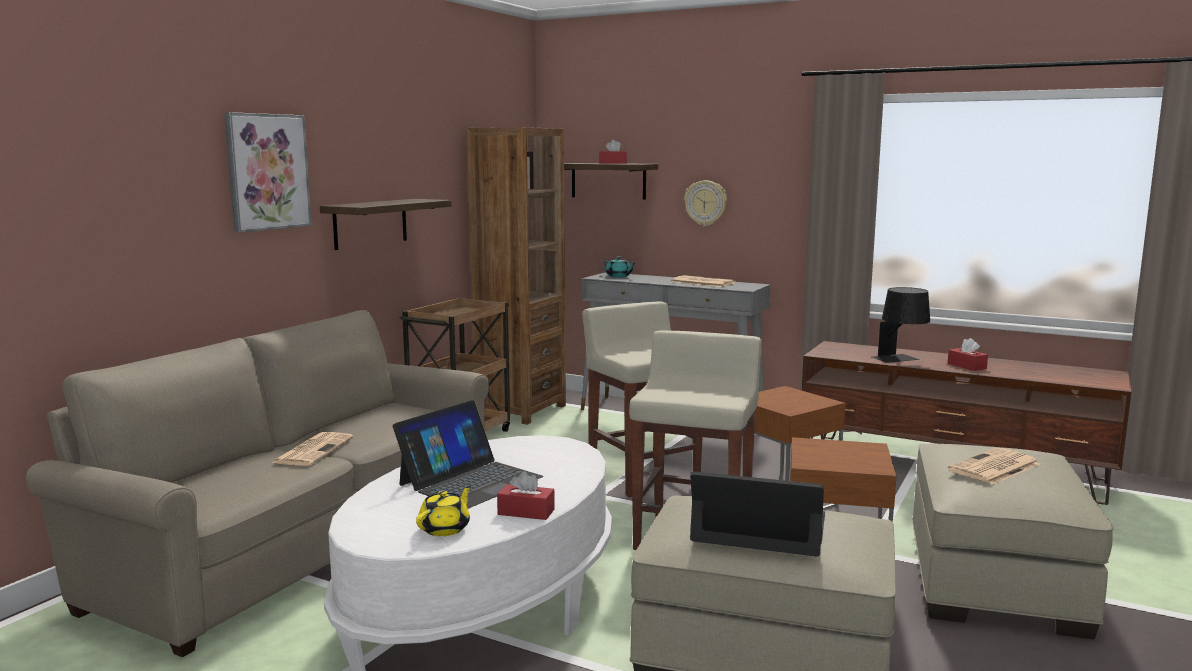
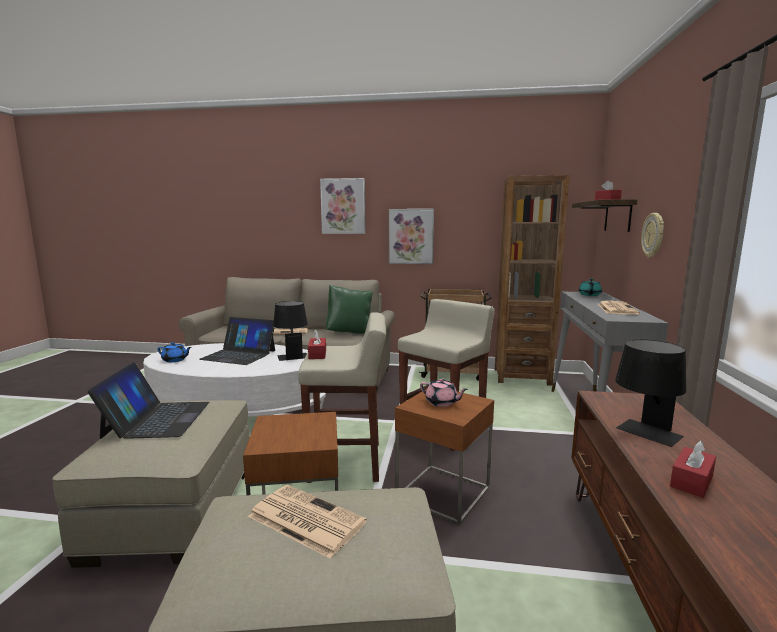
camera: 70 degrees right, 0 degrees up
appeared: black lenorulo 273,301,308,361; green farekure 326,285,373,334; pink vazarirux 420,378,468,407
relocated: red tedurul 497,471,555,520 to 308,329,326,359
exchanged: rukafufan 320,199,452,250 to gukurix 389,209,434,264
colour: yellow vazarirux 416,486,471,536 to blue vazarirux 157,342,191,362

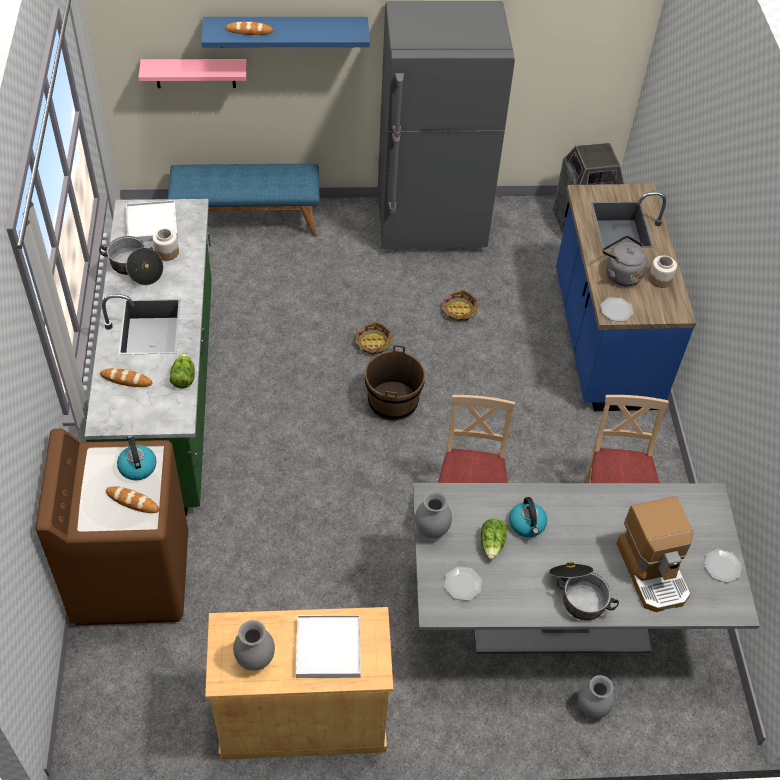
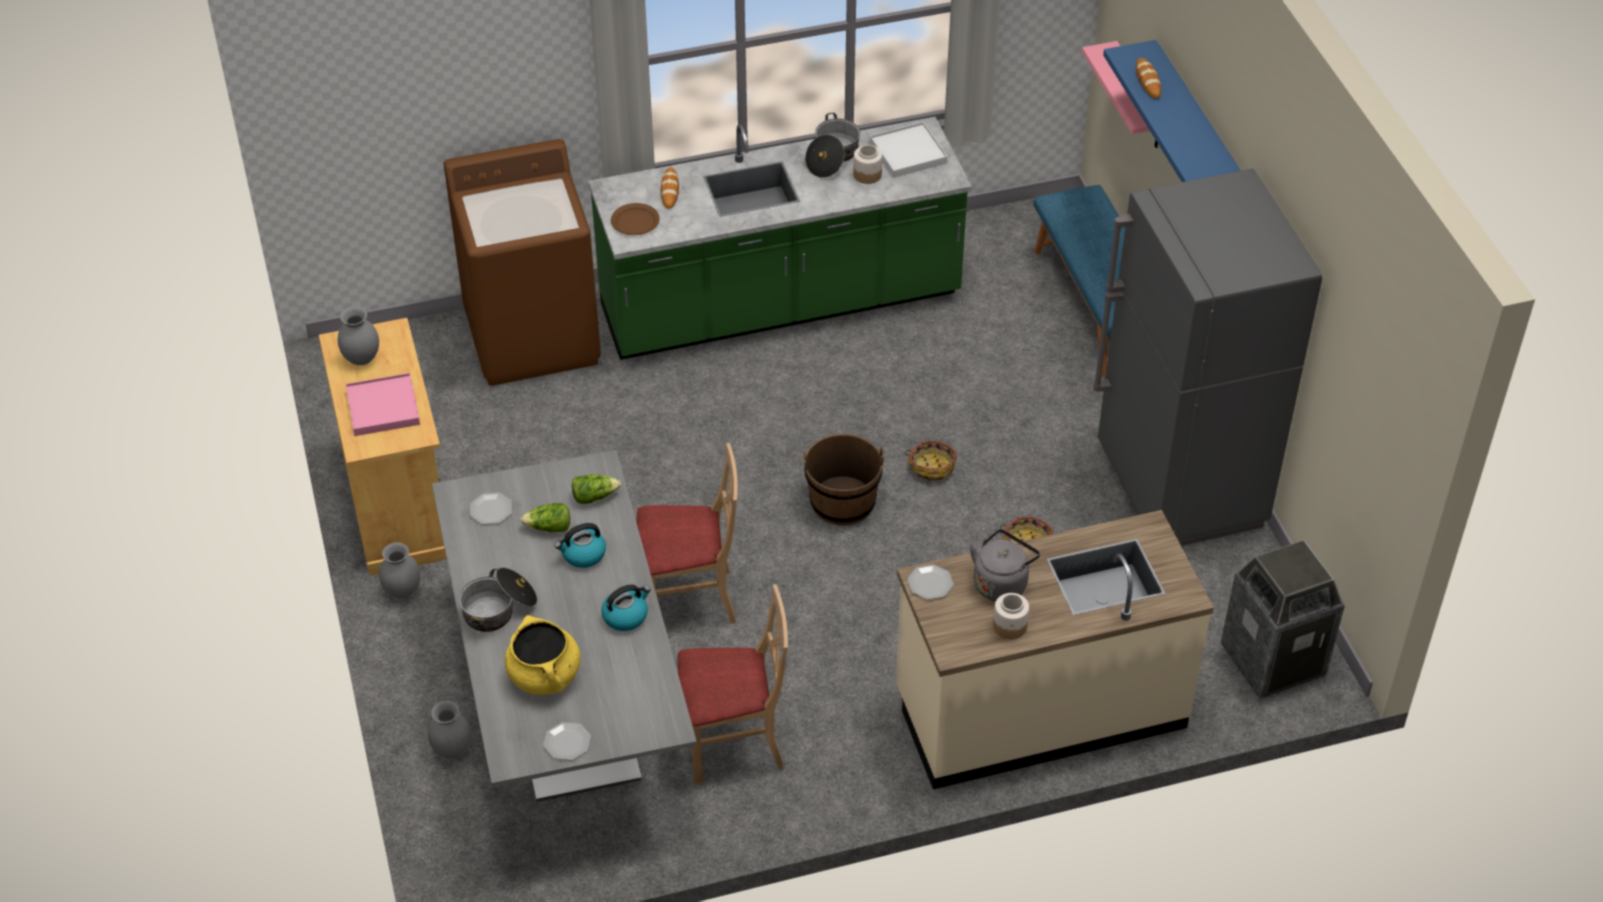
camera: 80 degrees right, 5 degrees down
missing: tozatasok 106,486,159,513
appeared: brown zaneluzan 611,203,660,235
relocated: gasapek 117,435,157,481 to 601,584,651,631; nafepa 170,353,195,388 to 572,474,621,504; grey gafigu 415,491,452,539 to 379,542,420,599
exchanged: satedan 616,496,694,612 to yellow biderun 505,615,581,695
colour: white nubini 296,615,361,678 to pink nubini 346,373,420,436; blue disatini 556,184,696,411 to beige disatini 896,510,1214,789

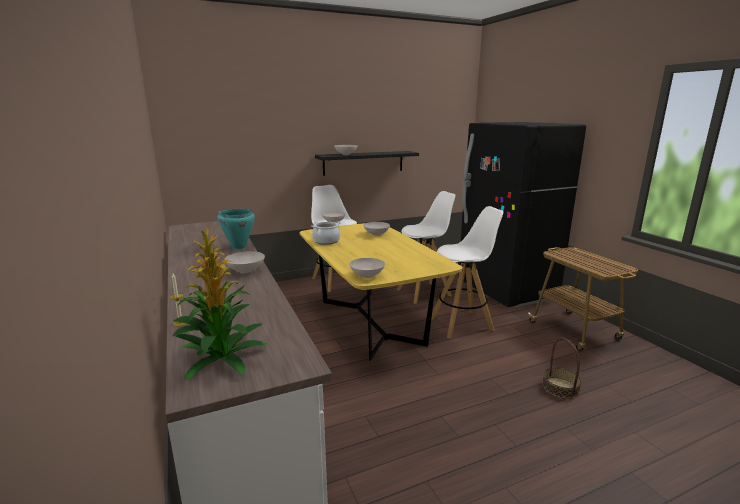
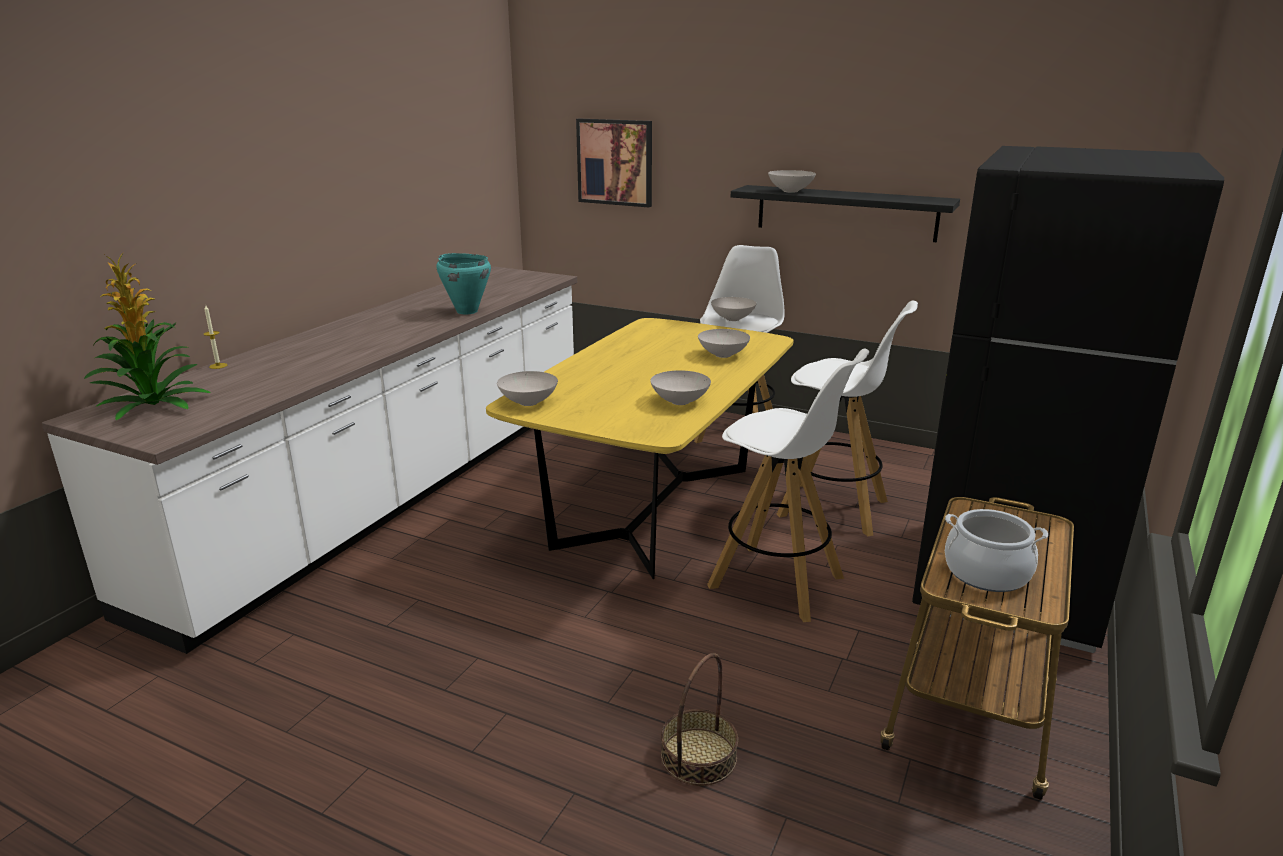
camera: 50 degrees right, 5 degrees up
appeared: gukurix 576,119,652,207
relocated: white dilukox 225,251,265,273 to 650,370,711,405; biderun 311,222,340,245 to 945,509,1048,592

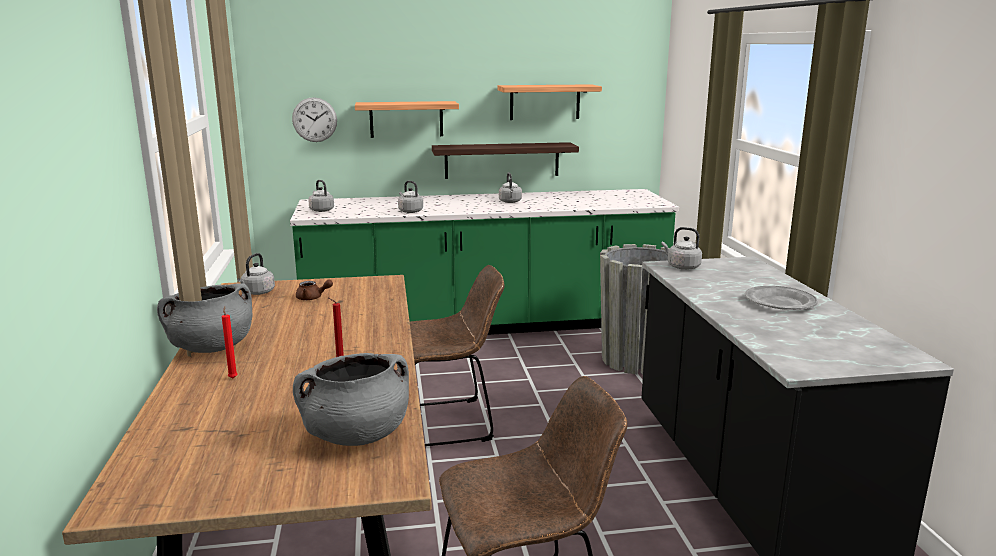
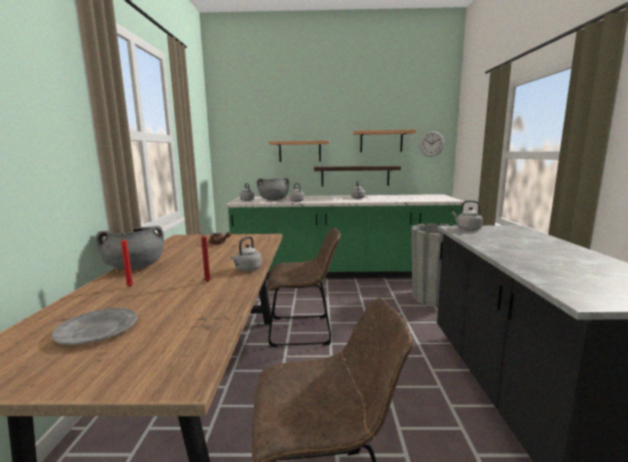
camera: 10 degrees right, 5 degrees down
relocated: grey gasapek 237,253,275,295 to 231,236,262,271; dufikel 292,97,337,142 to 419,131,444,157; grey biderun 293,353,409,446 to 257,178,289,200; grey zaneluzan 745,286,818,310 to 51,308,138,345

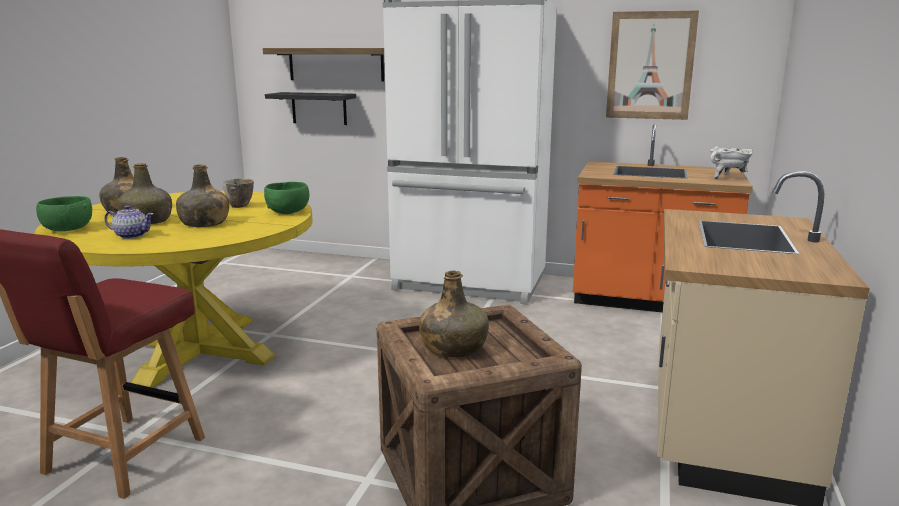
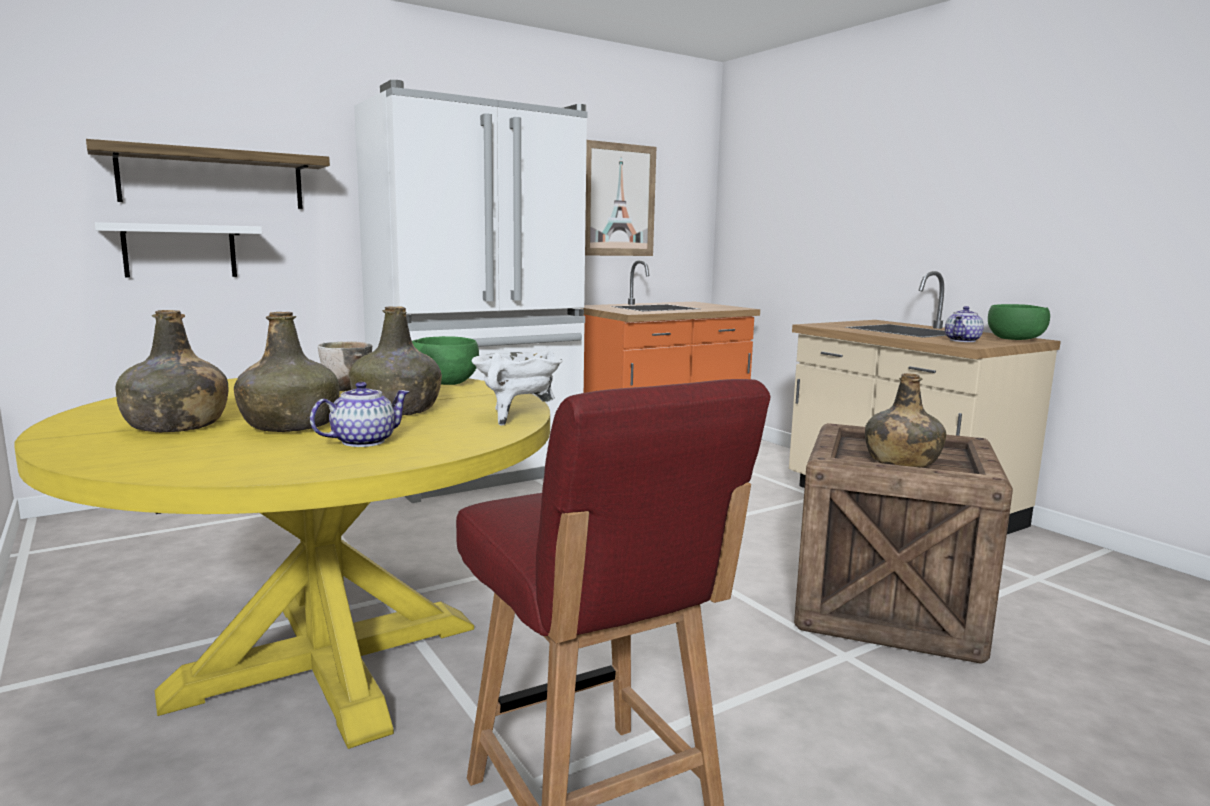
camera: 50 degrees left, 5 degrees down
appeared: vazarirux 945,306,984,342
relocated: green dilukox 36,196,92,231 to 988,304,1050,340; white biderun 710,147,753,180 to 472,351,562,426
colour: black rukafufan 265,92,356,125 to white rukafufan 95,222,262,278

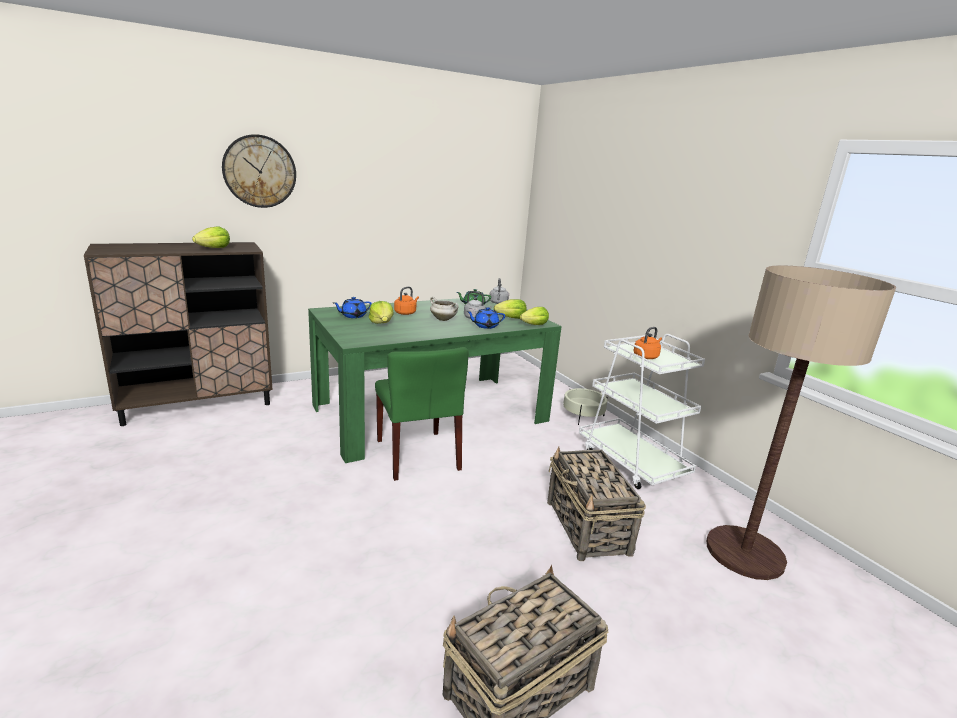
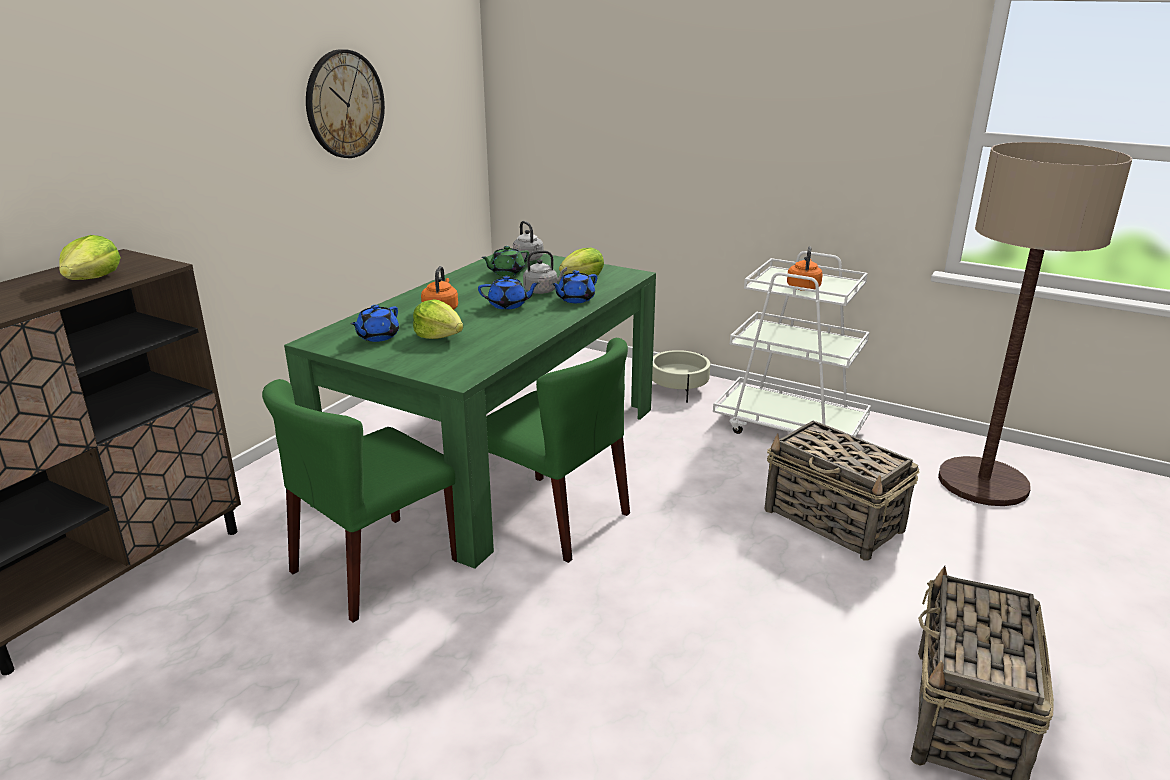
camera: 30 degrees left, 5 degrees up
missing: nafepa 520,307,549,325
appeared: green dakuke 262,379,457,623
relocated: dufikel 222,134,296,208 to 306,49,385,158
exchanged: white biderun 430,297,459,321 to blue vazarirux 478,276,539,309

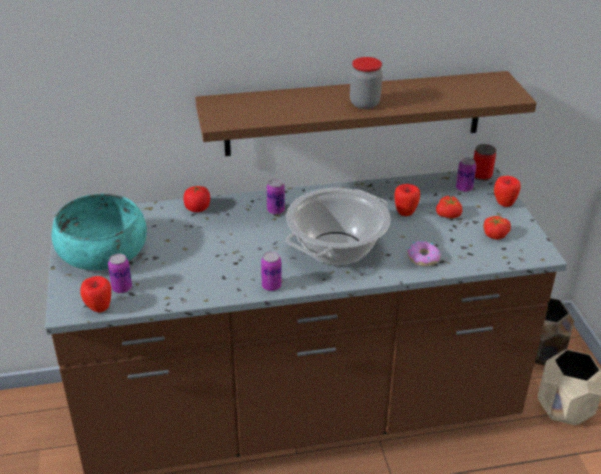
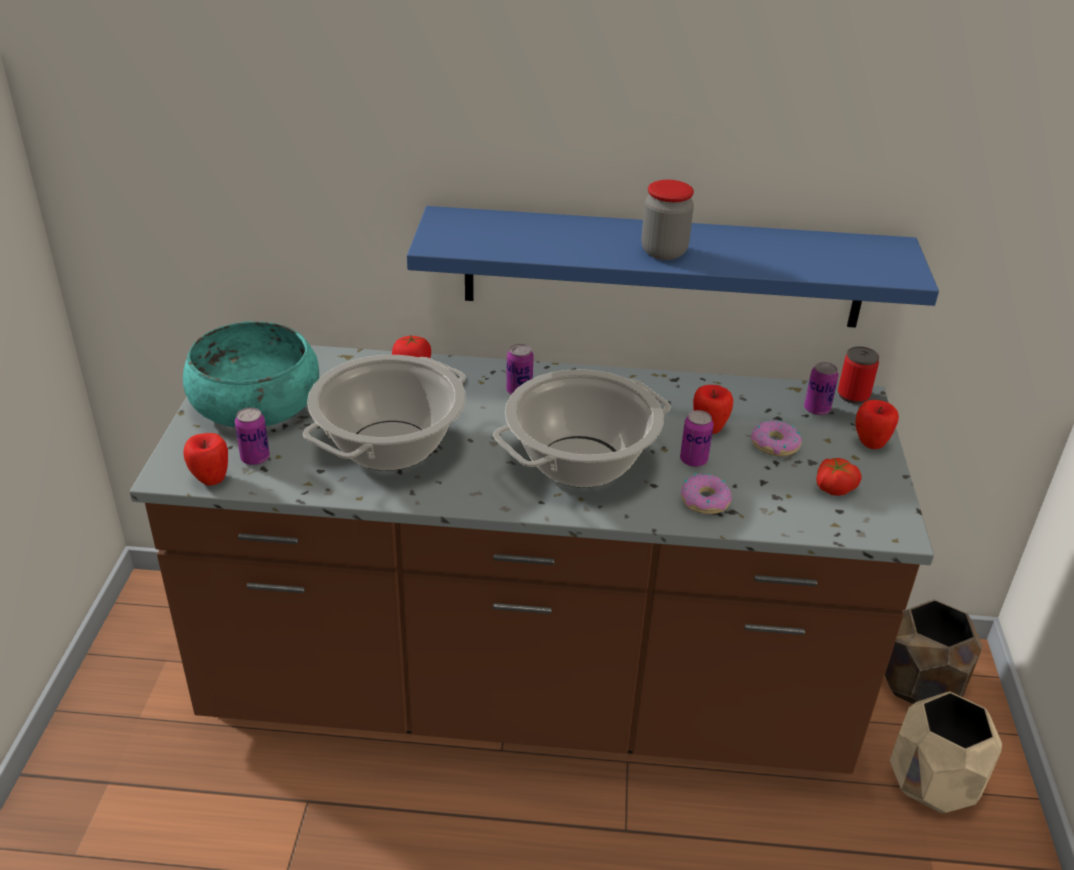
camera: 15 degrees right, 0 degrees up
appeared: biderun 303,355,466,471
relocated: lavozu 261,251,282,291 to 680,410,714,467
exchanged: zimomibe 436,196,462,218 to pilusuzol 751,420,802,457
colour: brown rukafufan 195,71,537,156 to blue rukafufan 407,206,939,328

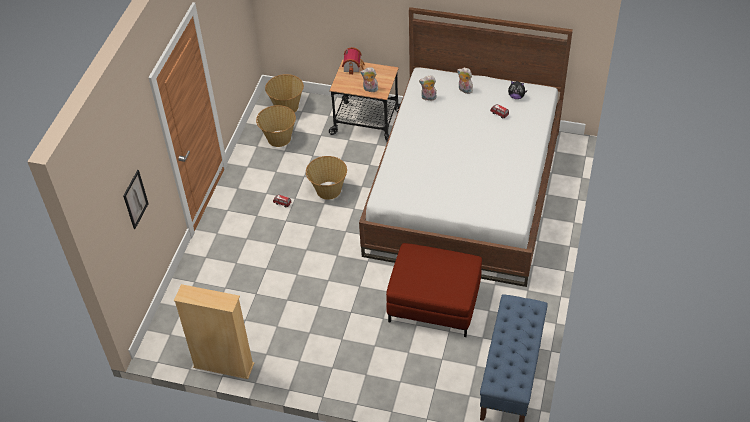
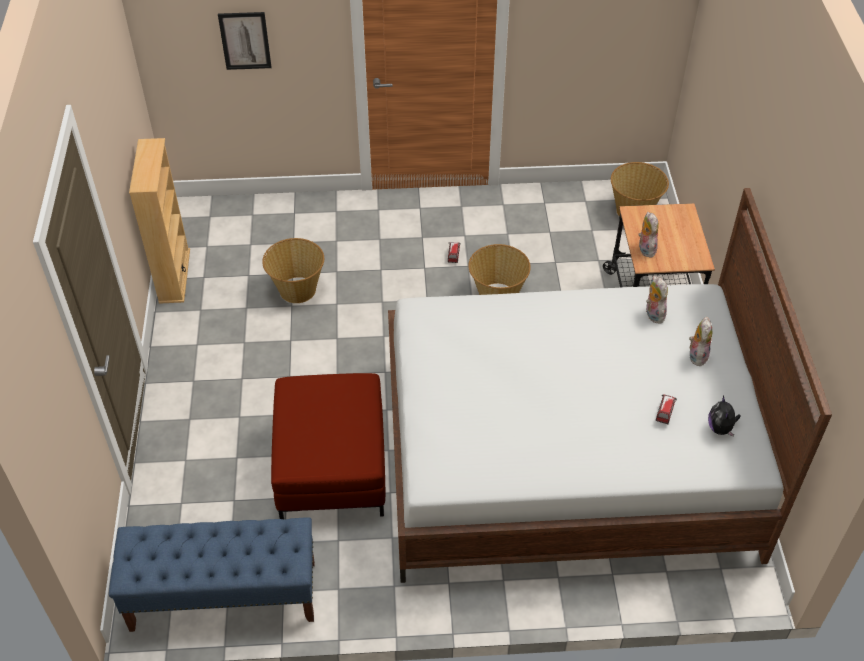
camera: 70 degrees right, 0 degrees up
missing: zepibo 342,47,365,75
relocated: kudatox 256,105,296,147 to 262,238,324,303

